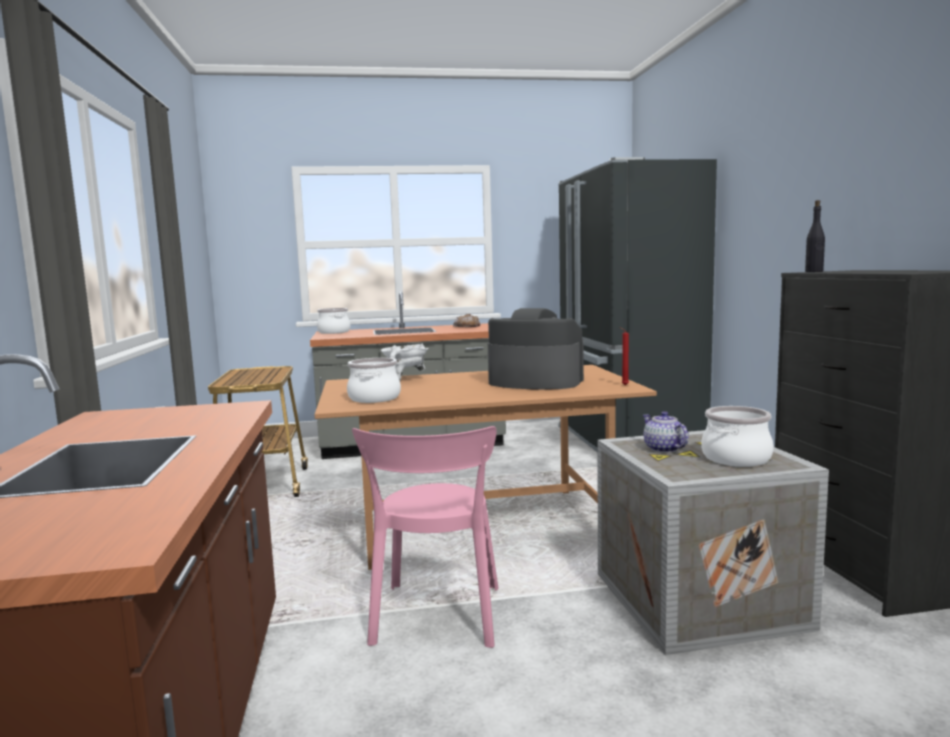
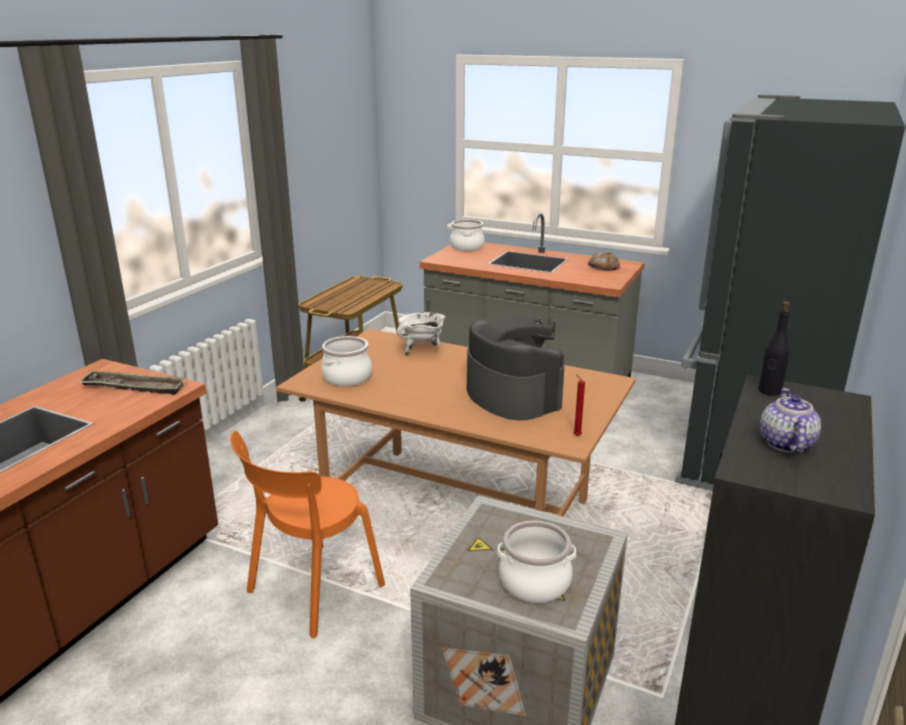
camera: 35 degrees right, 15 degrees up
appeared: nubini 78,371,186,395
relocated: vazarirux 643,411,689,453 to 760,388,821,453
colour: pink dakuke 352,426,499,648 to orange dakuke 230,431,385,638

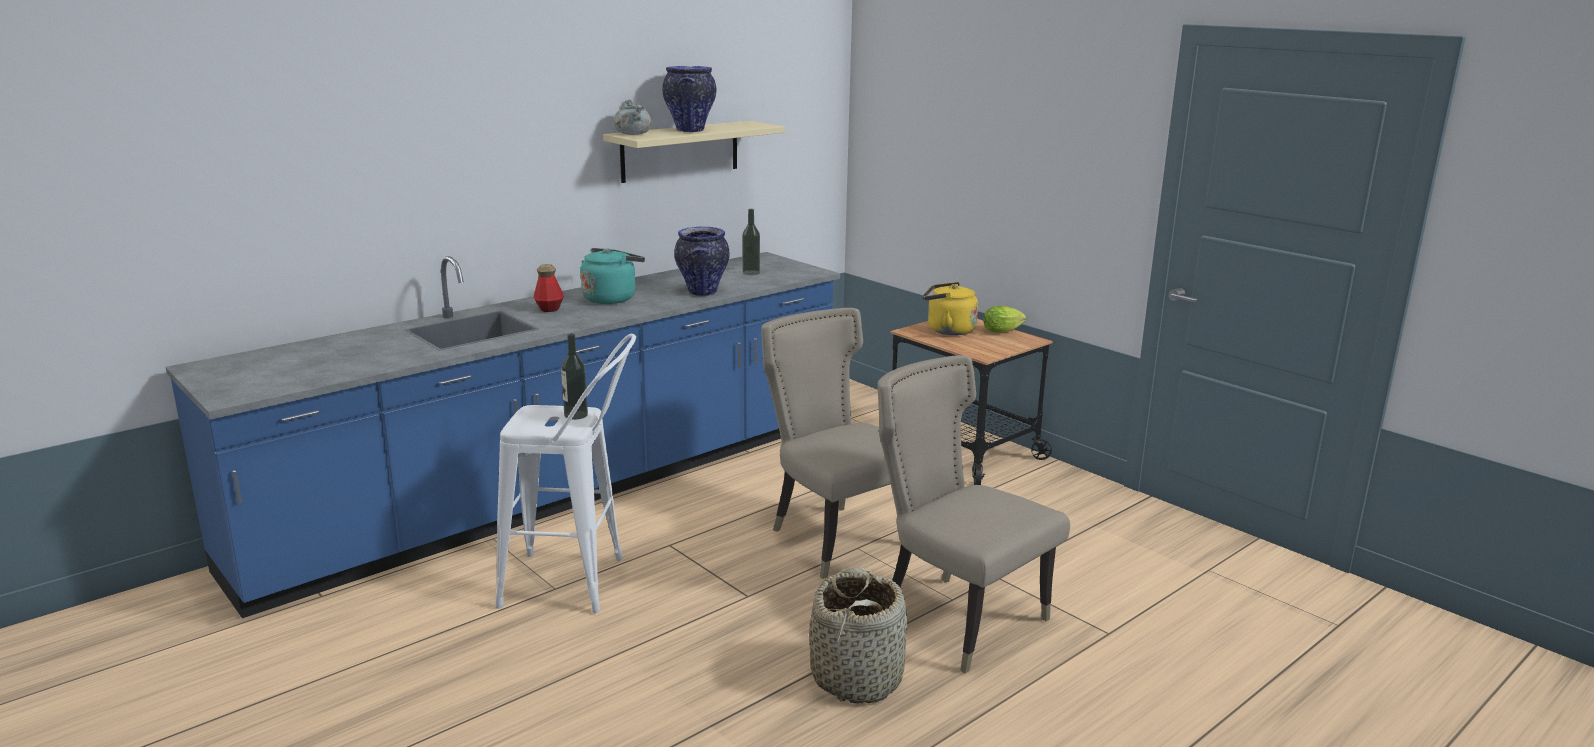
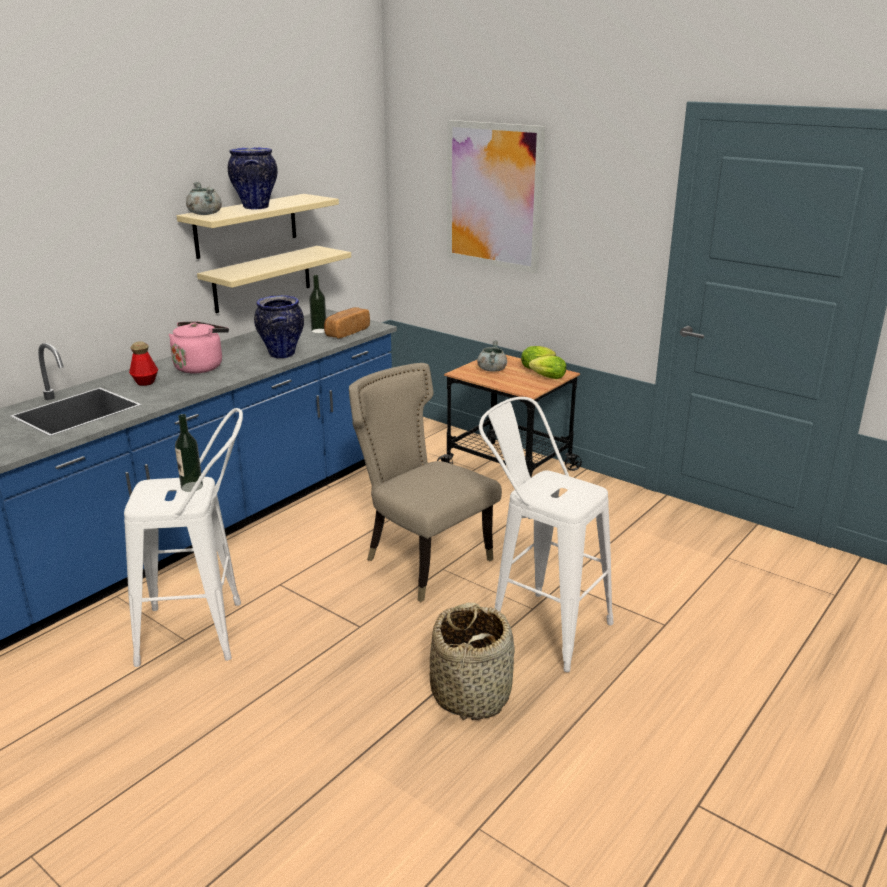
camera: 10 degrees left, 5 degrees up
appeared: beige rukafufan 197,246,351,313; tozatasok 324,307,370,338; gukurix 447,120,545,274; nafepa 529,355,566,379
exchanged: beige dakuke 877,355,1070,673 to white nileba 479,397,614,672; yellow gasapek 922,282,978,335 to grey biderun 477,340,507,372
colour: turquoise gasapek 581,248,645,304 to pink gasapek 169,321,229,374

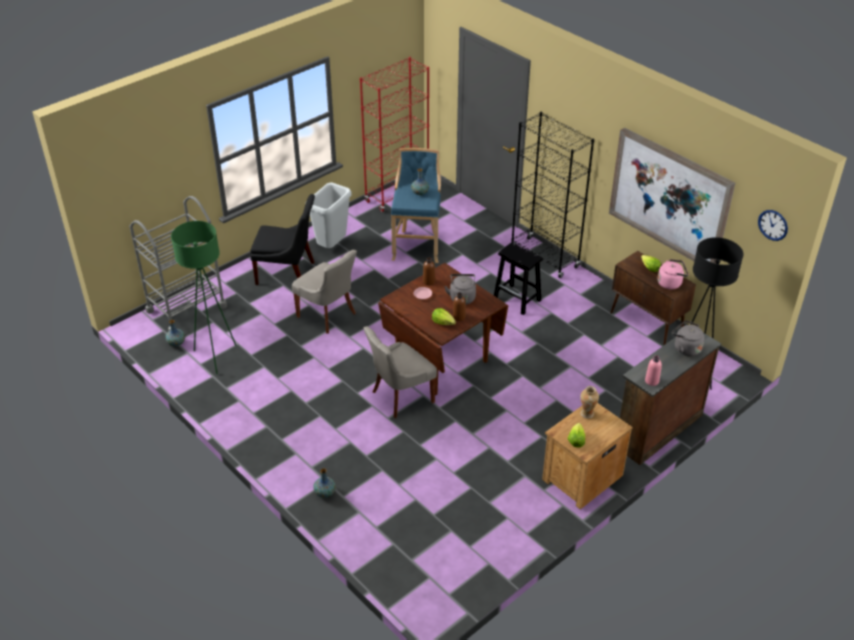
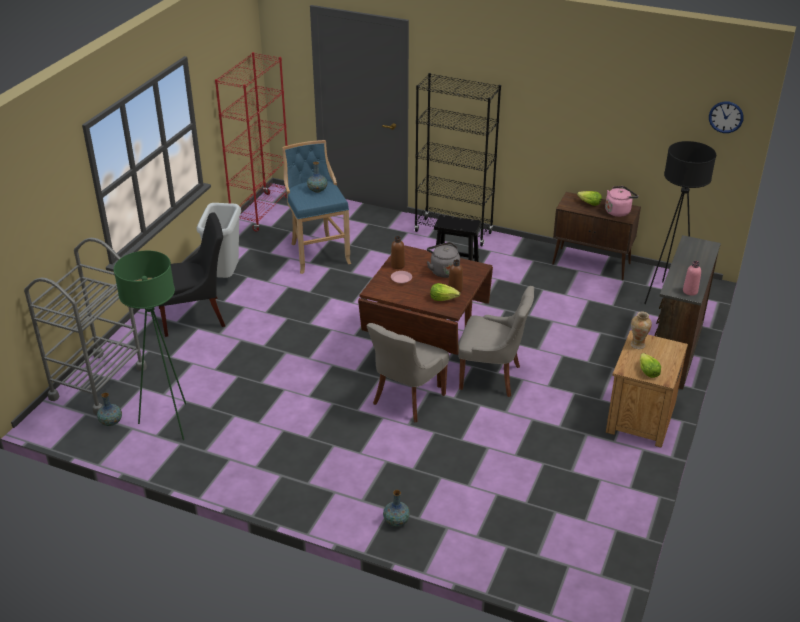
camera: 25 degrees left, 5 degrees down
missing: gukurix 609,128,735,264; grey gasapek 672,320,705,356
relocated: grey dakuke 292,250,357,334 to 458,286,534,397

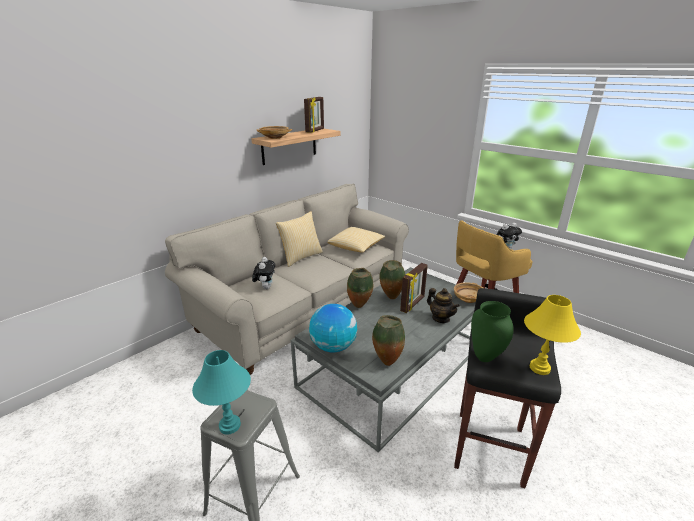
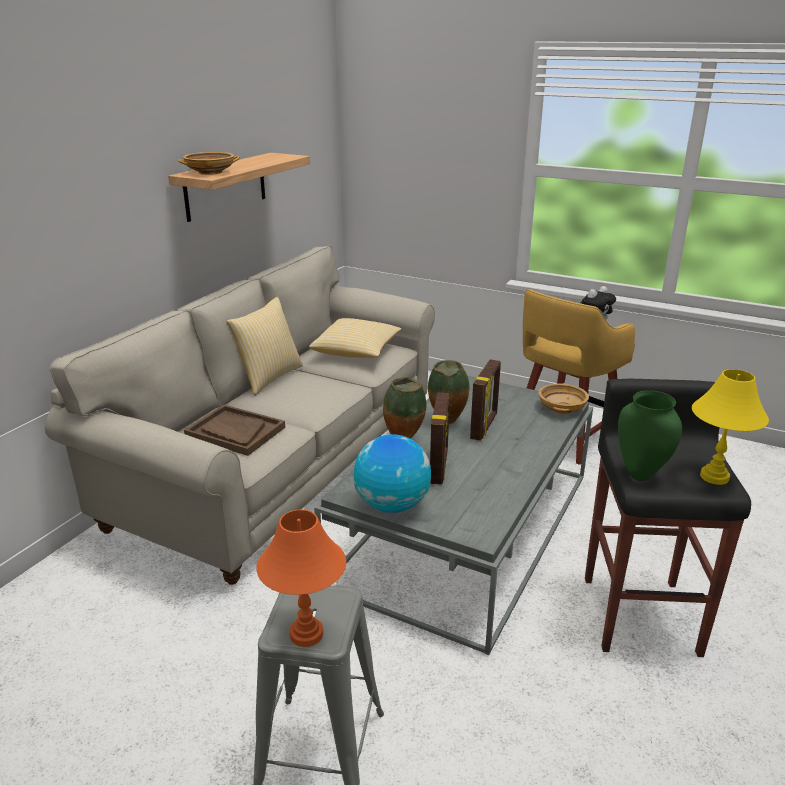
camera: 15 degrees left, 0 degrees up
missing: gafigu 372,315,405,366; vazarirux 427,288,460,323
relocated: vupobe 304,97,324,133 to 430,393,450,485
exchanged: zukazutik 252,257,276,289 to brown nubini 184,405,285,456
colour: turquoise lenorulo 192,350,251,435 to orange lenorulo 257,510,346,647

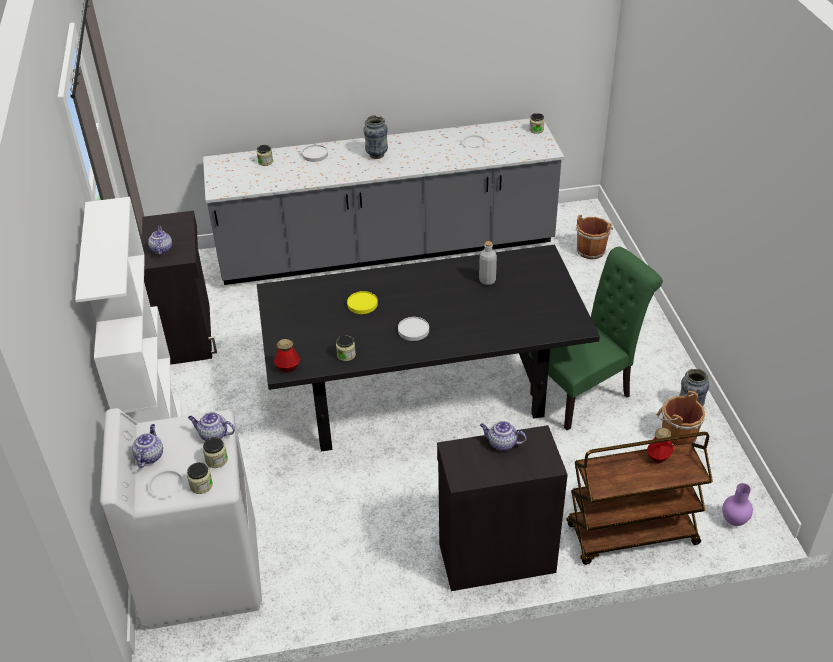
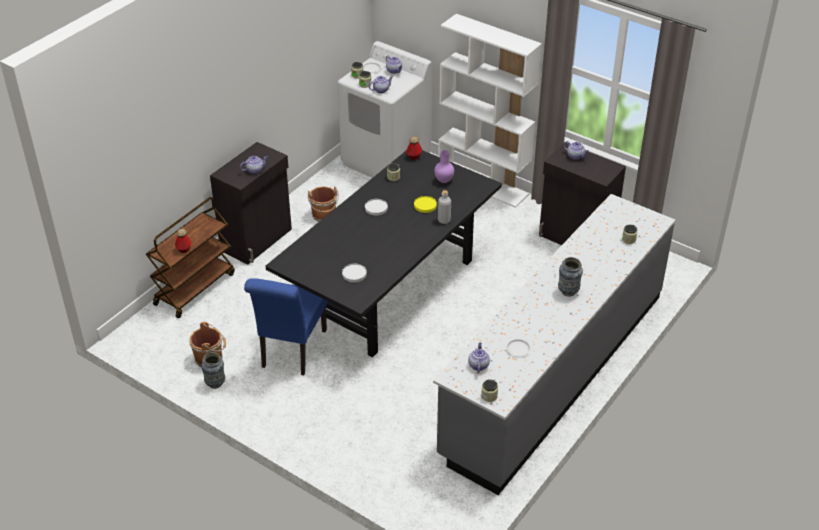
camera: 135 degrees right, 0 degrees up
appeared: vazarirux 468,343,490,373
relocated: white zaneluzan 302,145,328,162 to 342,264,367,282; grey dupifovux 479,241,497,285 to 438,190,451,224; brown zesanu 576,215,613,259 to 308,186,339,222; purple gafigu 722,483,753,526 to 435,150,454,183
colour: green dakuke 529,247,663,430 to blue dakuke 244,278,328,375

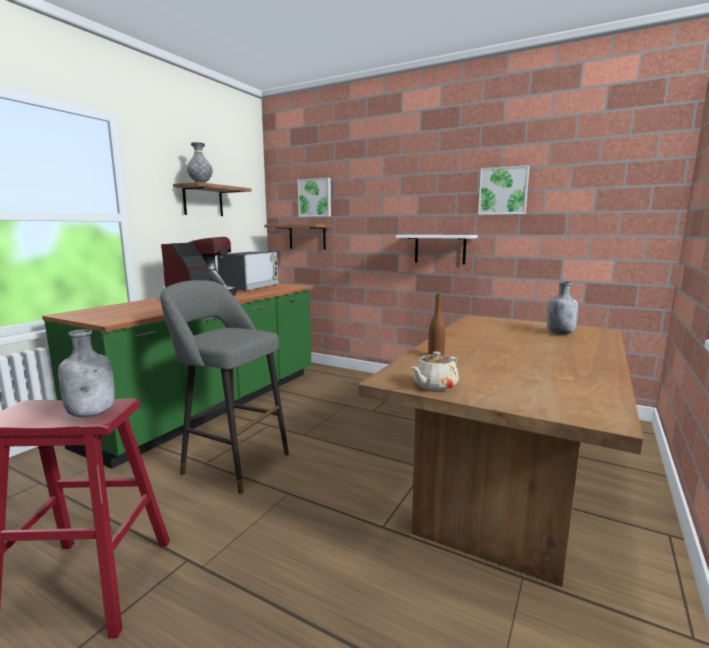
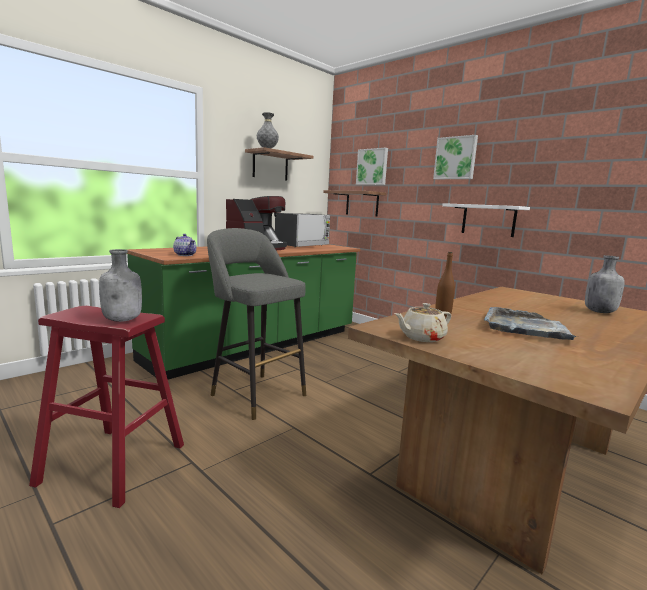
camera: 15 degrees right, 0 degrees up
appeared: vazarirux 173,234,197,256; grey nubini 484,307,578,340
relocated: gukurix 478,165,530,215 to 433,135,478,179

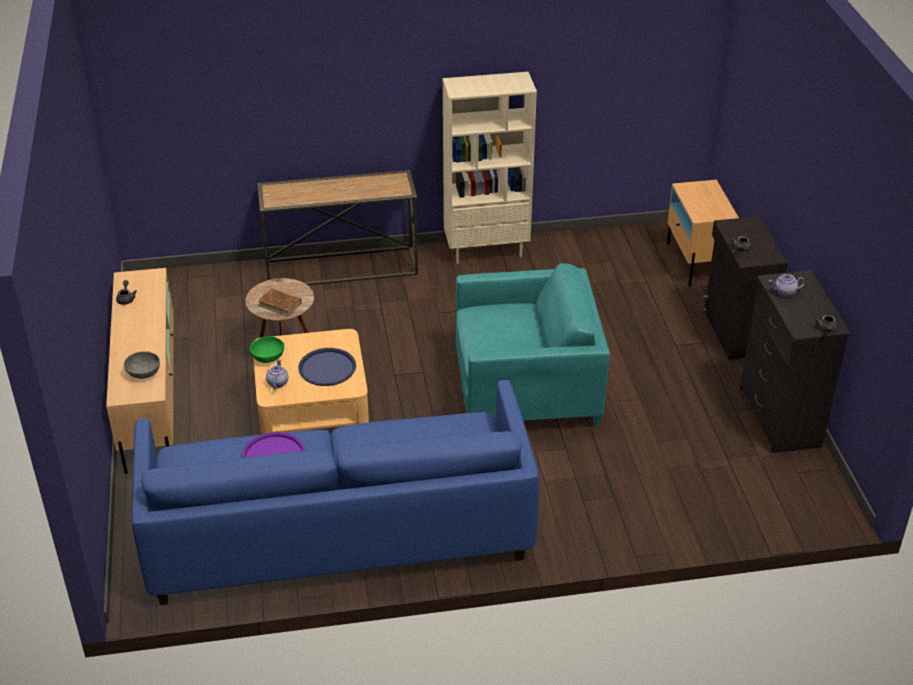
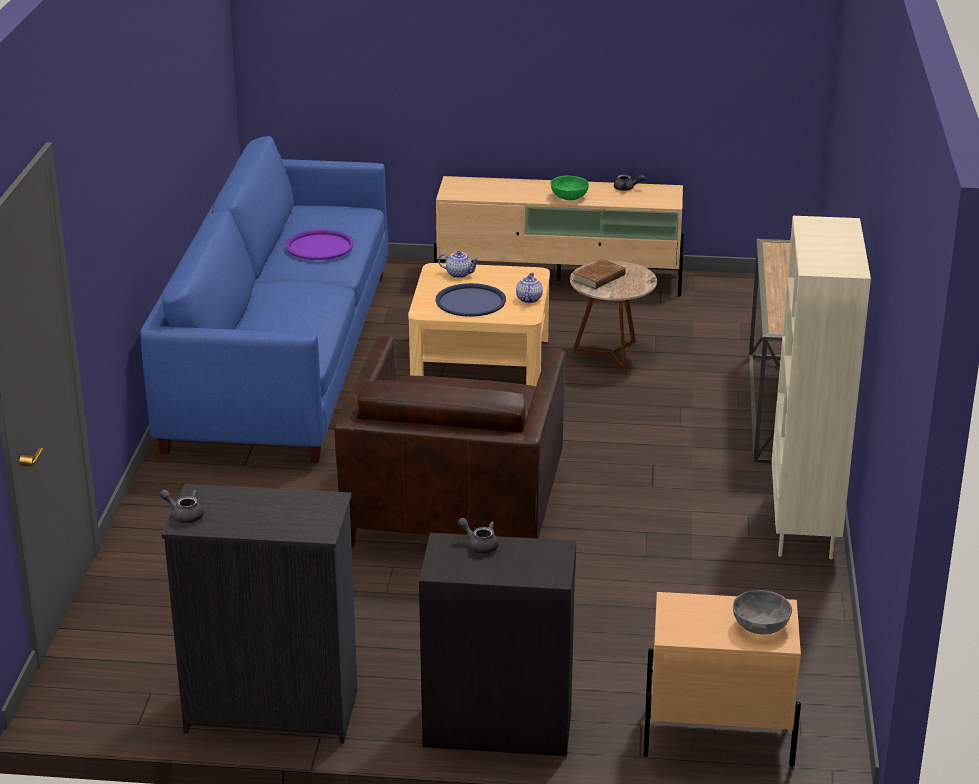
camera: 105 degrees right, 10 degrees down
relocated: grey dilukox 124,351,160,379 to 733,590,792,634; green dilukox 250,336,284,363 to 551,176,589,200; vazarirux 769,274,805,297 to 516,273,543,303
colour: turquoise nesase 456,263,610,427 to brown nesase 335,336,566,547

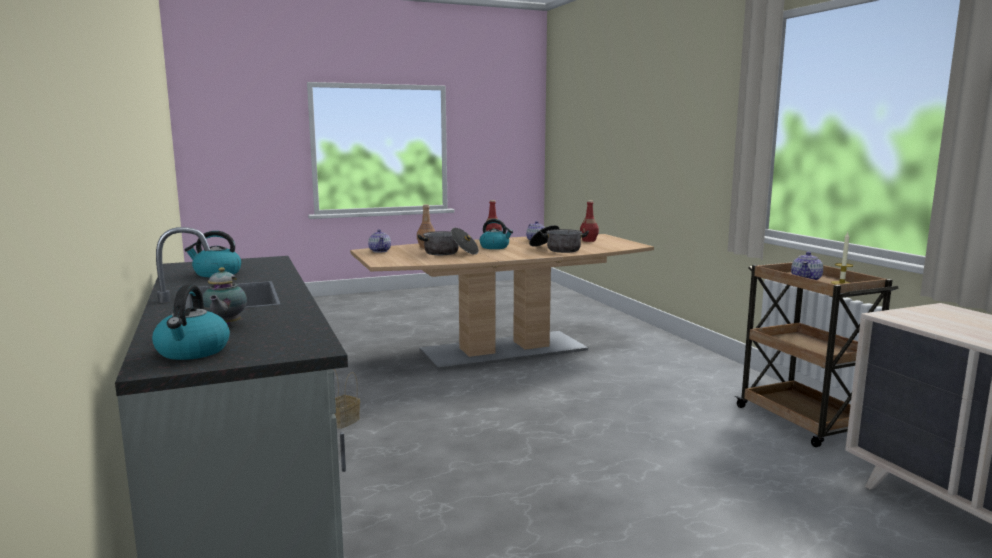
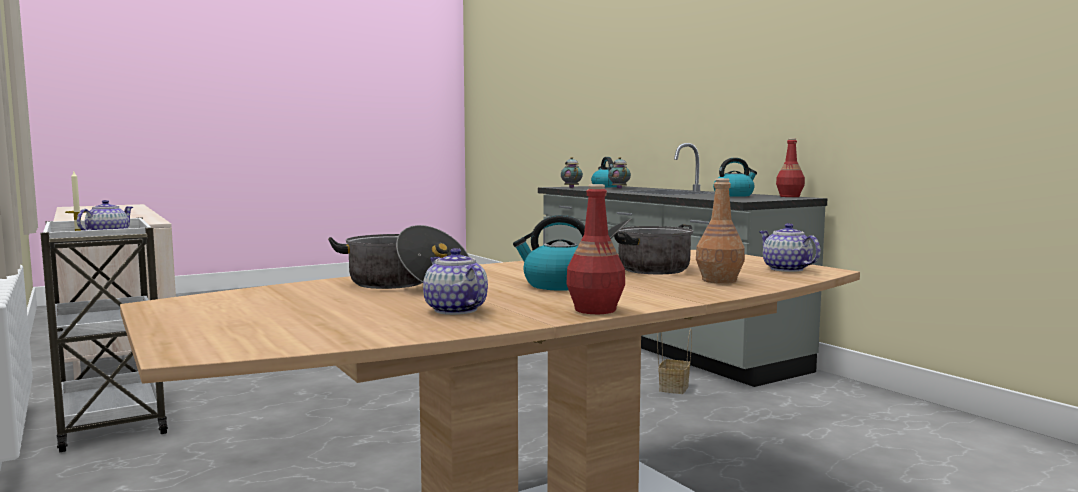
camera: 170 degrees right, 5 degrees down
appeared: vazarirux 561,157,583,188
relocated: red dupifovux 580,200,599,242 to 776,138,805,197
colour: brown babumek 735,262,899,447 to white babumek 40,217,168,452

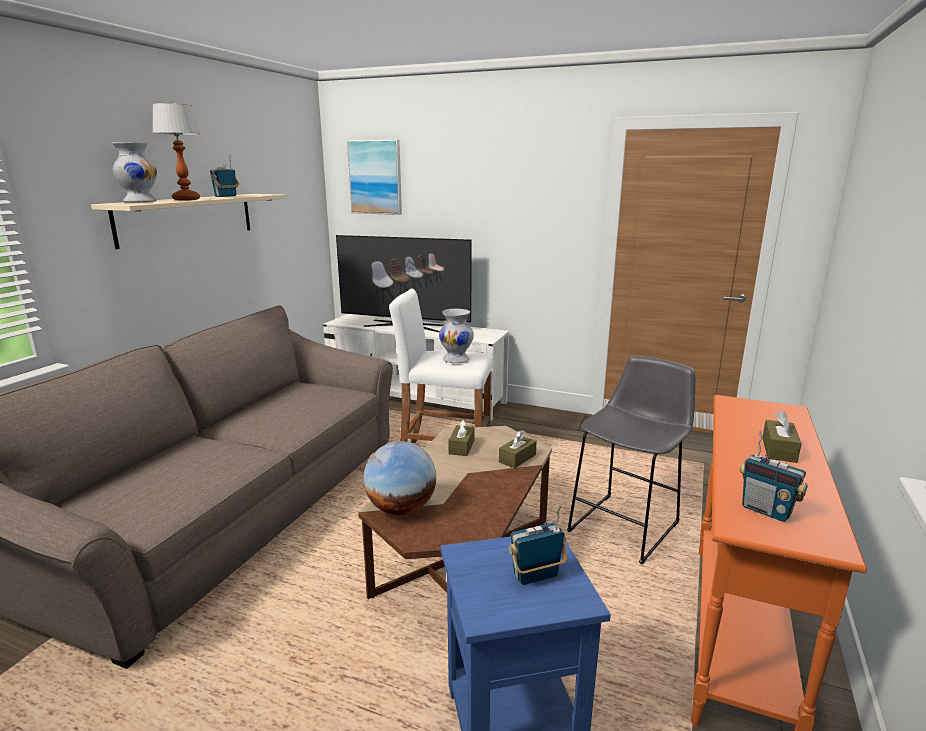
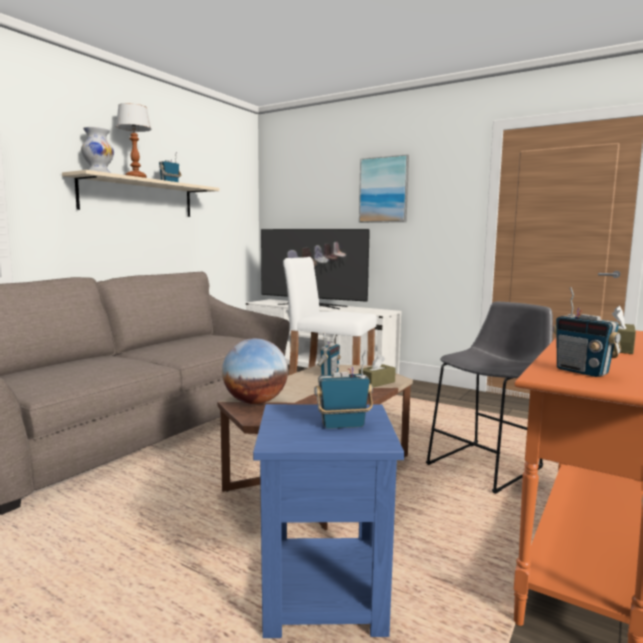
camera: 10 degrees right, 10 degrees down
missing: white gafigu 439,309,474,363
relocated: gukurix 347,140,402,215 to 359,154,409,223
exchanged: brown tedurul 448,419,475,456 to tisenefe 317,332,341,375

